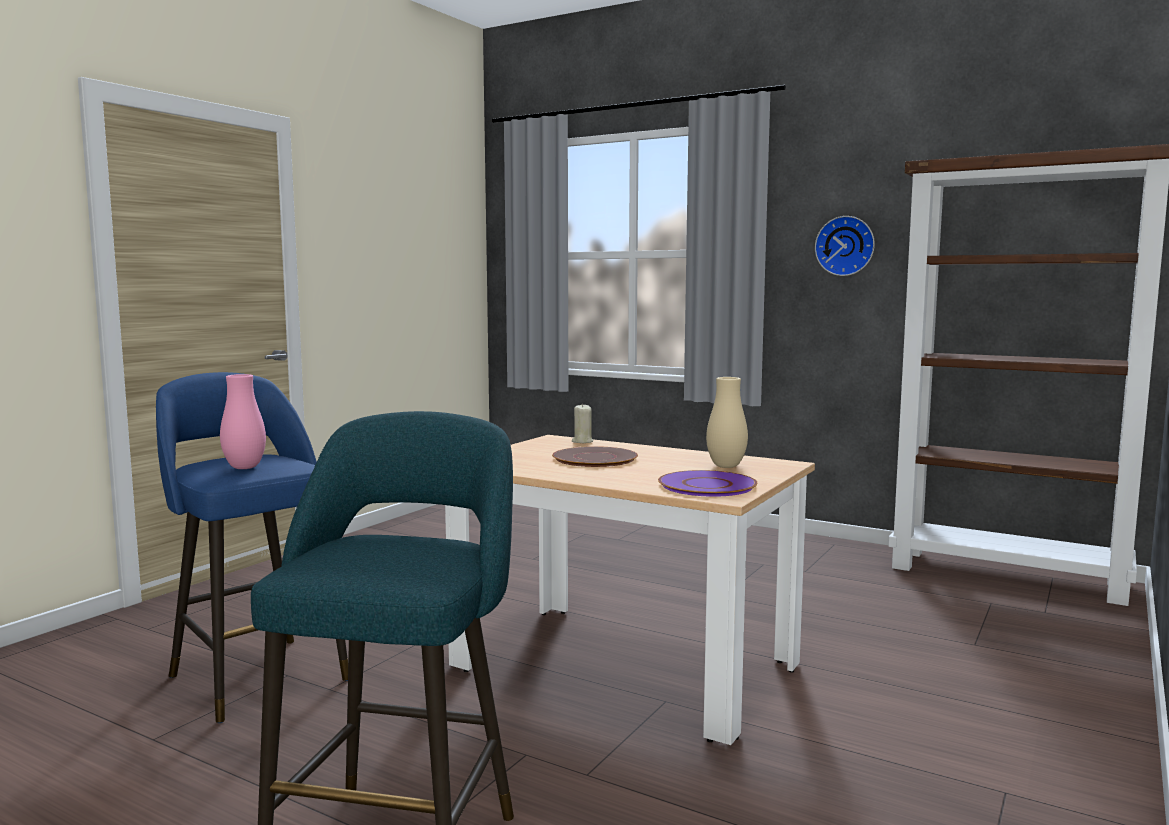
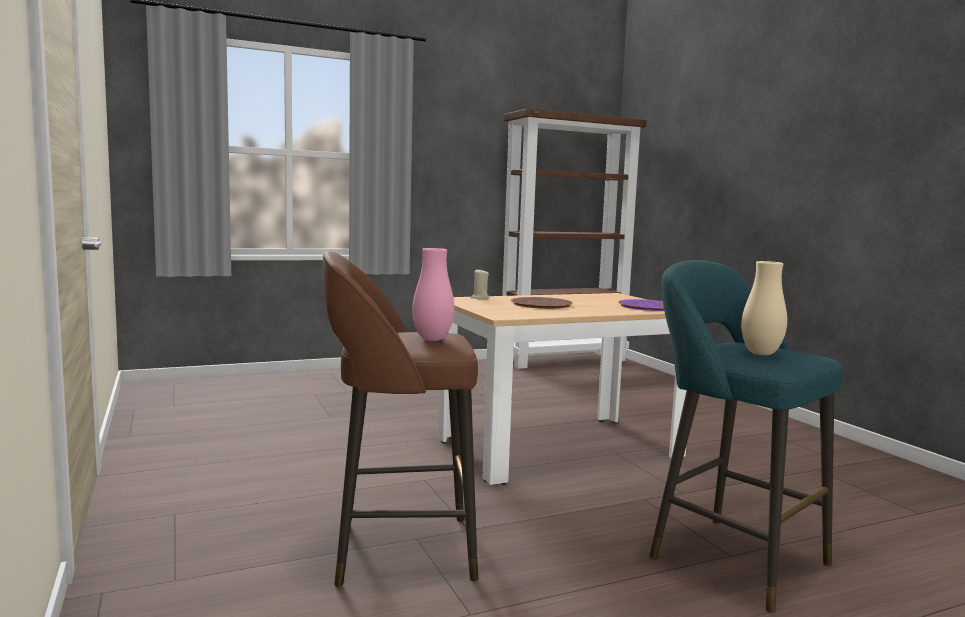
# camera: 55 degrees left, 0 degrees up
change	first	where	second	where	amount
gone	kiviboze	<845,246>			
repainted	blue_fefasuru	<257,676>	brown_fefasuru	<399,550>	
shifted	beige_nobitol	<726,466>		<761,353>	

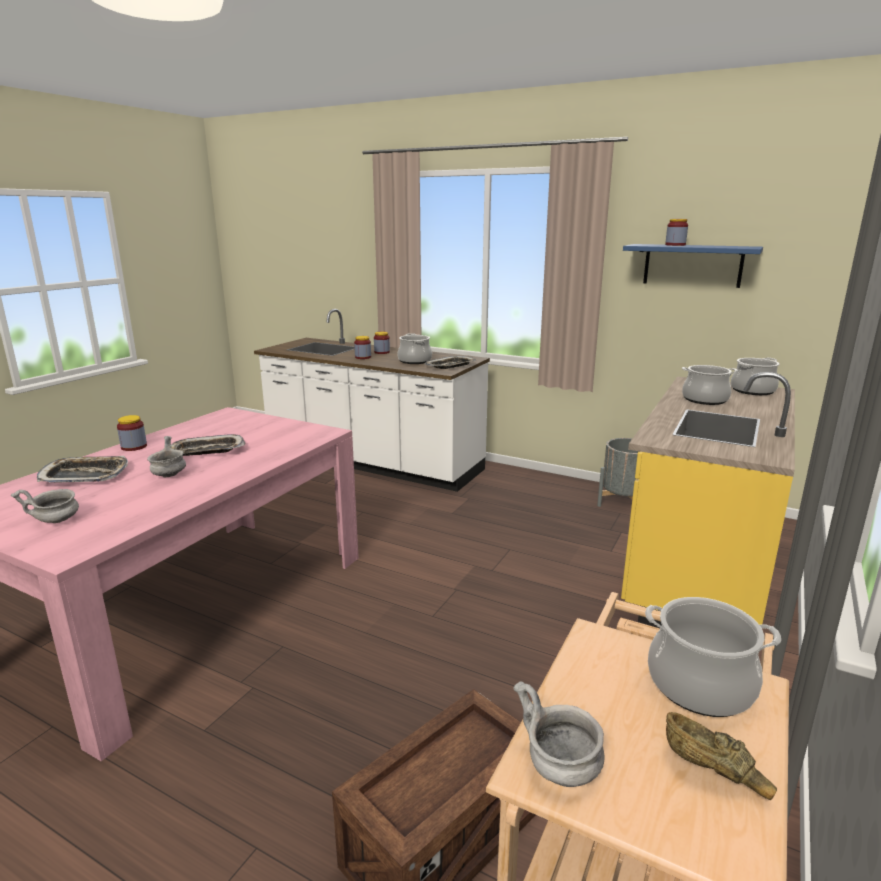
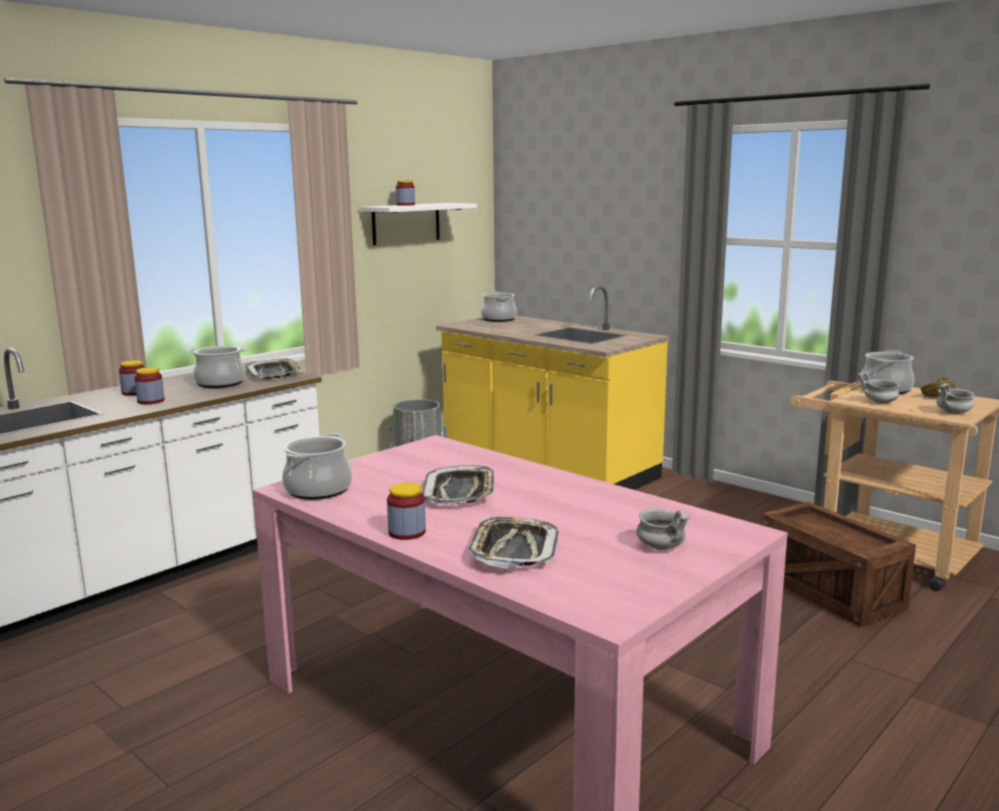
# camera: 75 degrees left, 5 degrees down
change	first	where	second	where	amount
repainted	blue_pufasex	<692,265>	white_pufasex	<406,223>	
shifted	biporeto	<704,400>		<318,490>	
shifted	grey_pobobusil	<168,474>		<879,402>	

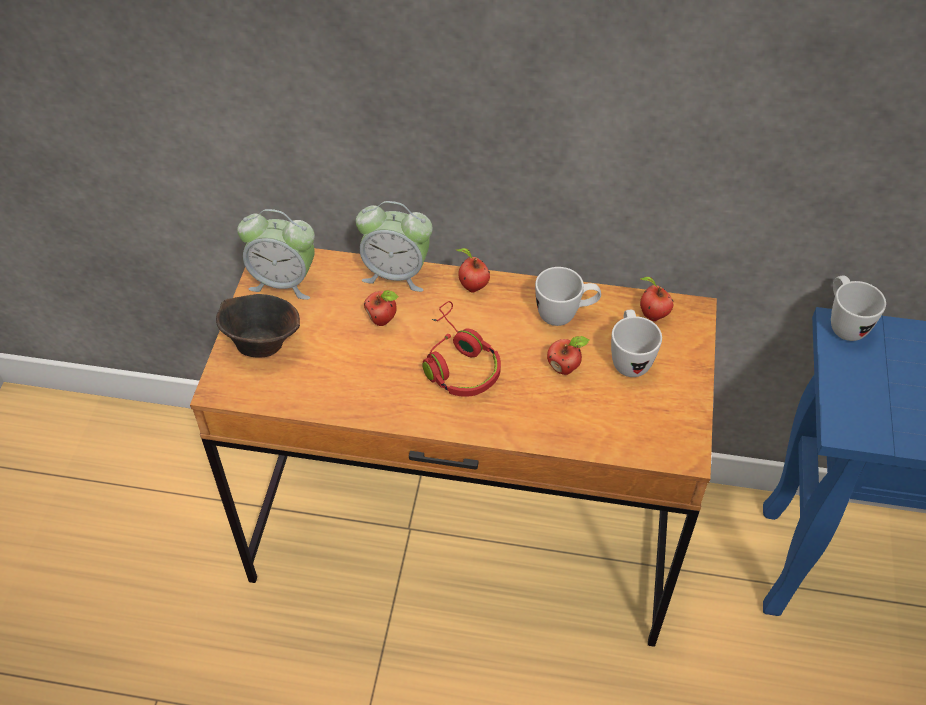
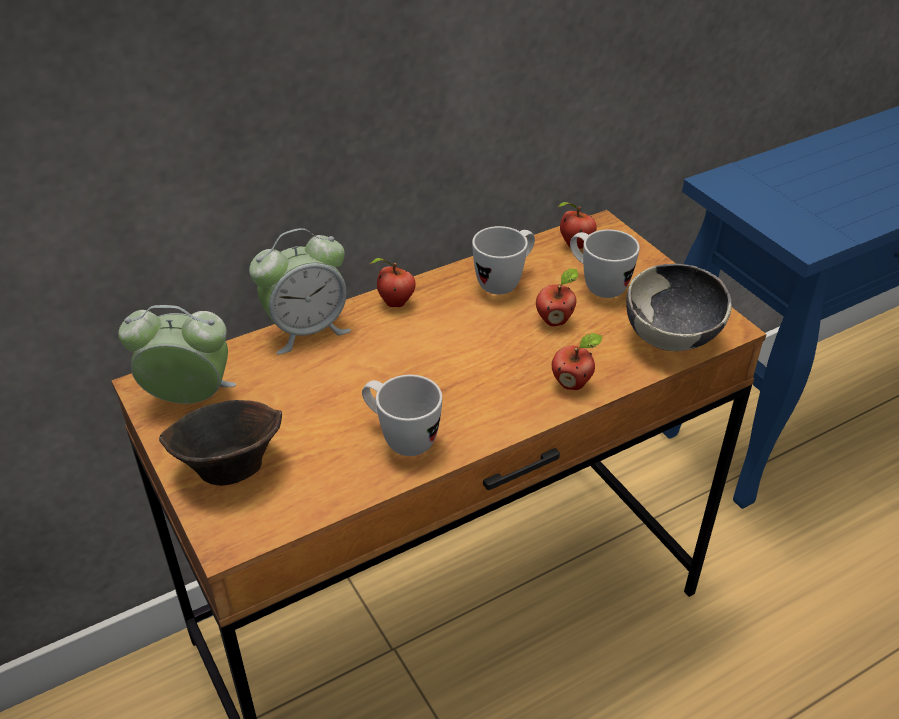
# camera: 40 degrees left, 10 degrees down
change	first	where	second	where	amount
rotated	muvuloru	<284,281>		<189,399>	150 degrees counterclockwise
shifted	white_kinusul	<843,323>		<400,438>	
shifted	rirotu	<383,320>		<573,383>	
gone	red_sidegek	<457,363>			
new			pobobusil	<672,338>	

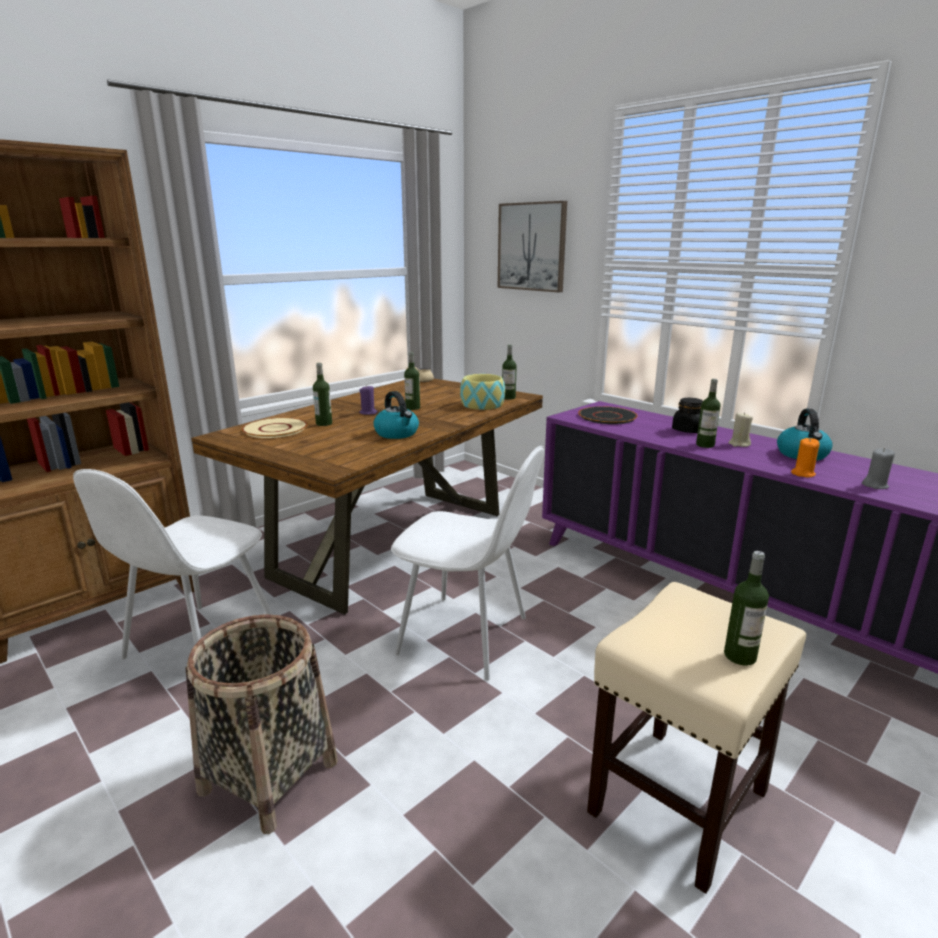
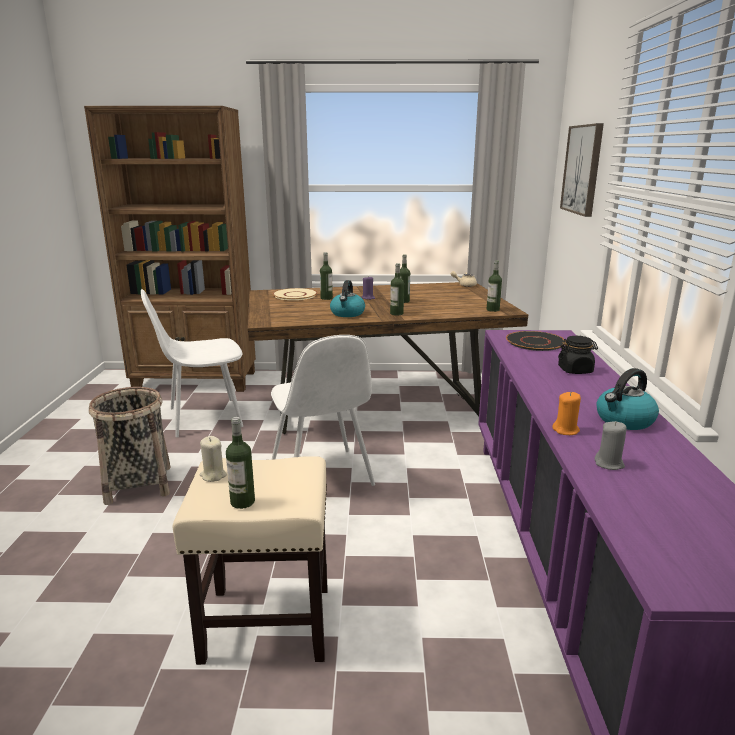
# camera: 45 degrees right, 0 degrees up
change	first	where	second	where	amount
gone	pobobusil	<482,404>			
shifted	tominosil	<705,445>		<396,313>	
shifted	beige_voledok	<739,444>		<213,475>	

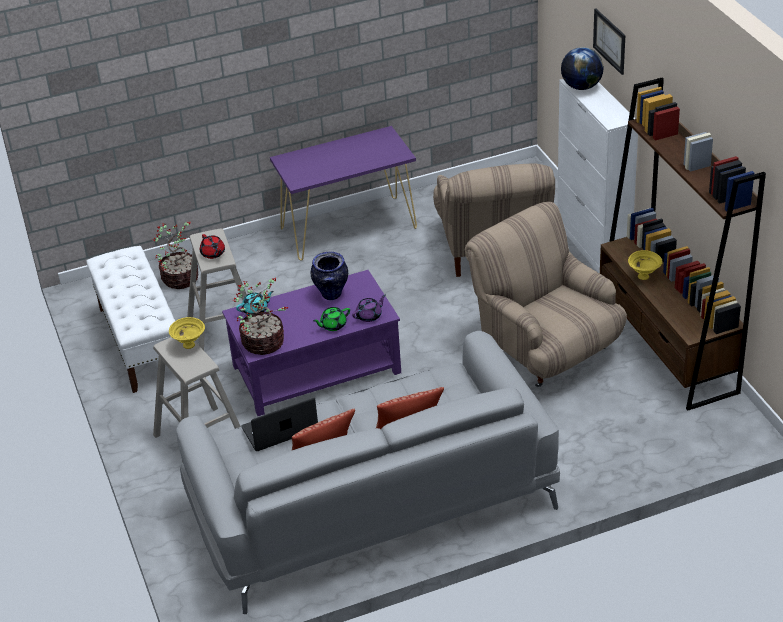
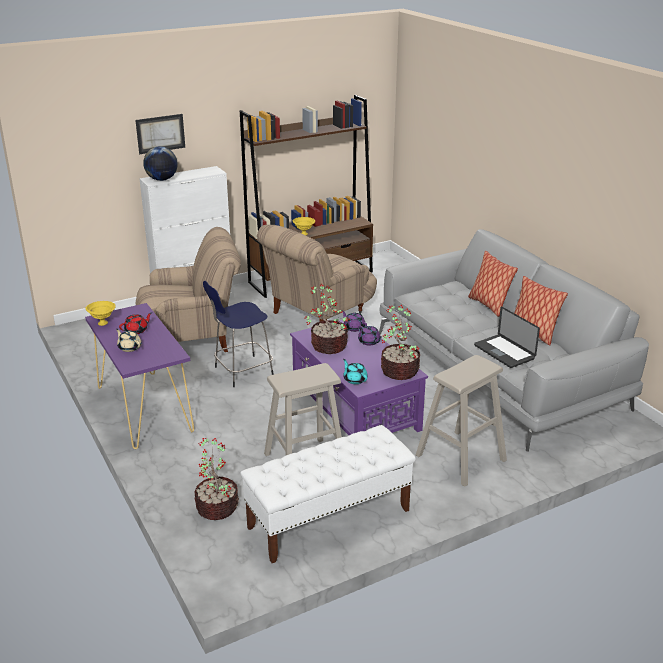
# camera: 100 degrees left, 10 degrees down
change	first	where	second	where	amount
shifted	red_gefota	<213,253>		<136,330>	
swapped	nobitol	<331,295>	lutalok	<328,346>	
repainted	green_gefota	<333,325>	purple_gefota	<369,342>	
shifted	yellow_pobobusil	<190,345>		<102,323>	
new			blue_fefasuru	<241,371>	
new			beige_gefota	<129,347>	

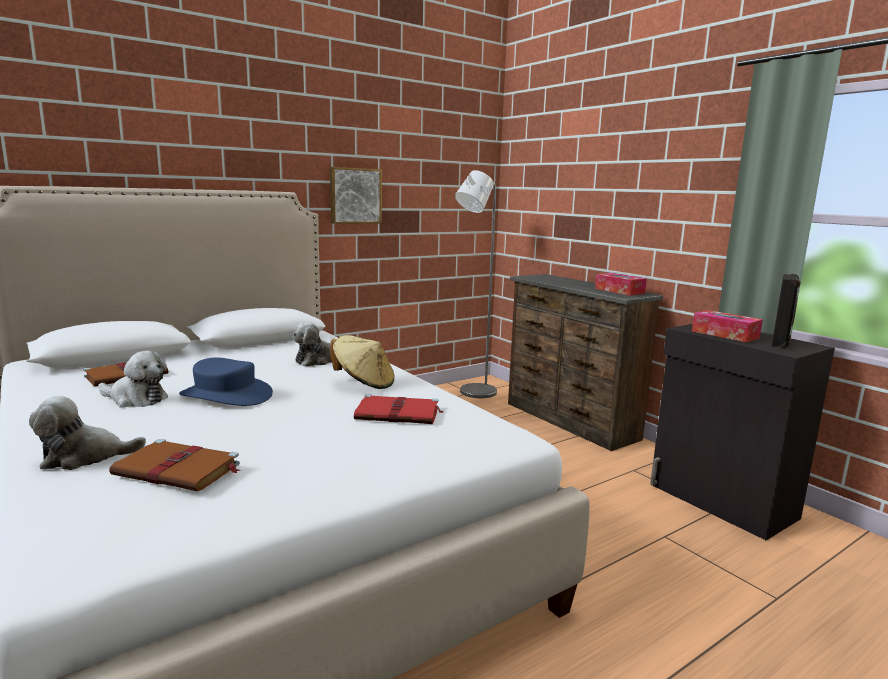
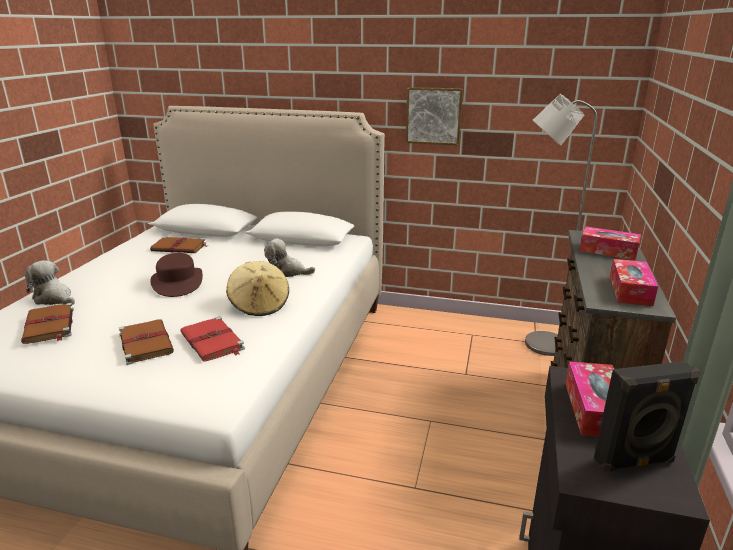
# camera: 50 degrees right, 10 degrees up
change	first	where	second	where	amount
gone	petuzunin	<135,399>			
repainted	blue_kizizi	<226,395>	brown_kizizi	<177,282>	
new			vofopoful	<608,251>	
new			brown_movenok	<145,343>	

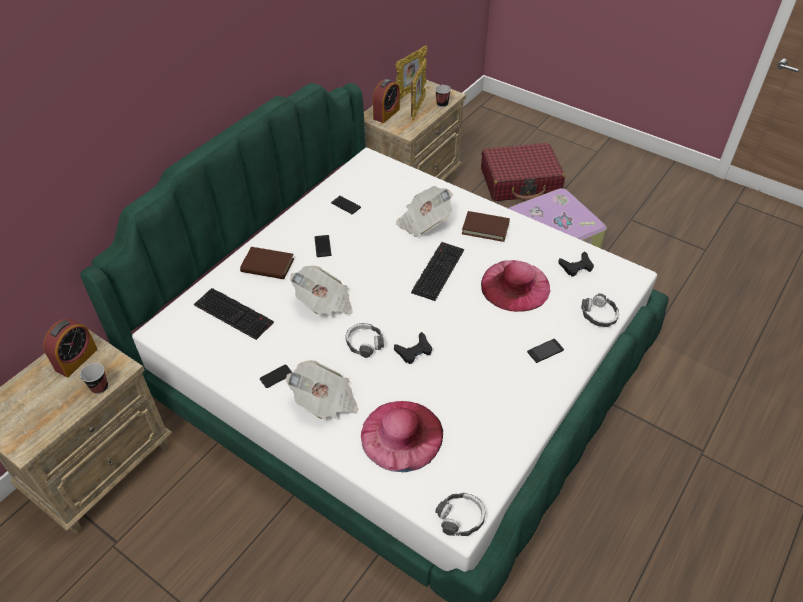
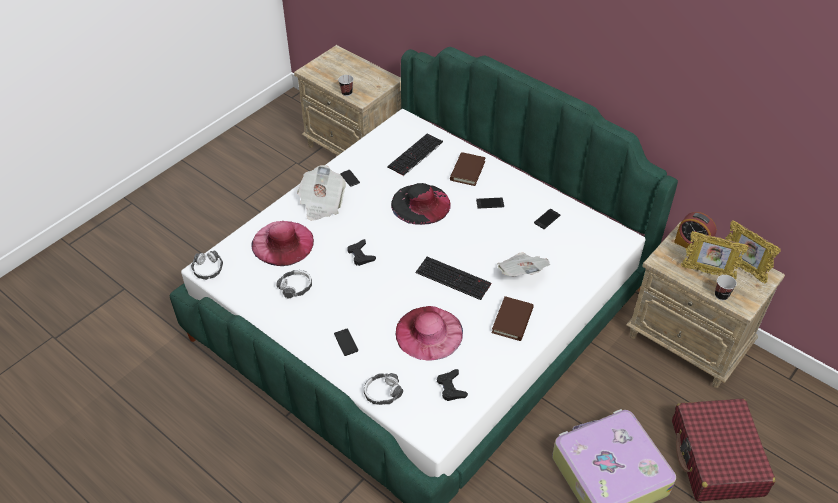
# camera: 95 degrees right, 0 degrees up
change	first	where	second	where	amount
swapped	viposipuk	<324,303>	black_kizizi	<420,204>	
gone	muvuloru	<76,359>			
shifted	sidegek	<364,343>		<295,287>	

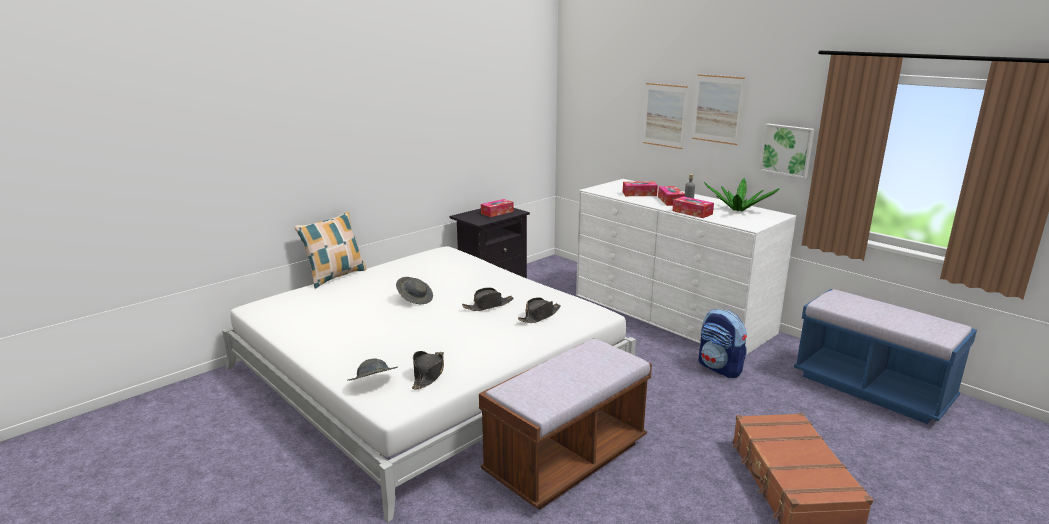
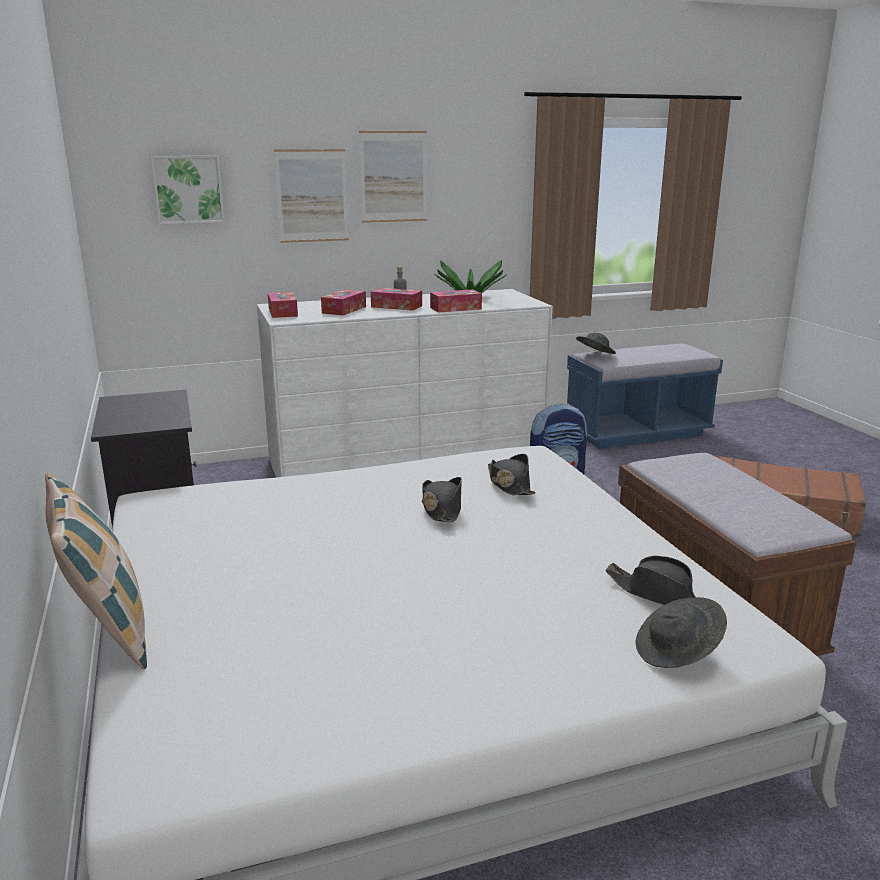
# camera: 65 degrees left, 0 degrees up
change	first	where	second	where	amount
shifted	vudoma	<787,150>		<188,189>	
shifted	vofopoful	<497,212>		<283,312>	
shifted	grey_kizizi	<415,299>		<594,355>	

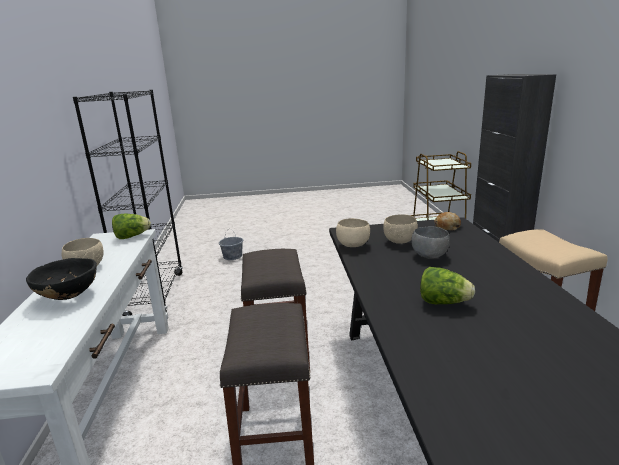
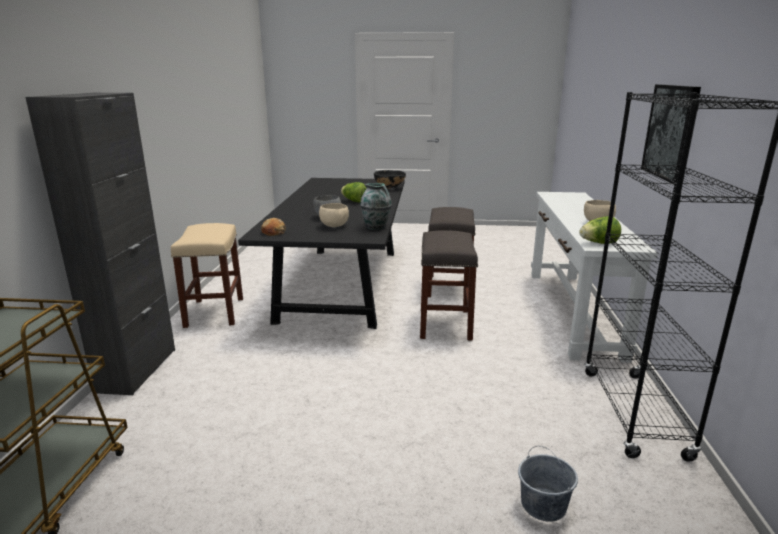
# camera: 170 degrees left, 0 degrees up
change	first	where	second	where	amount
swapped	beige_pobobusil	<352,245>	nobitol	<376,227>	
shifted	black_pobobusil	<69,296>		<389,188>	
new			vudoma	<671,132>	

